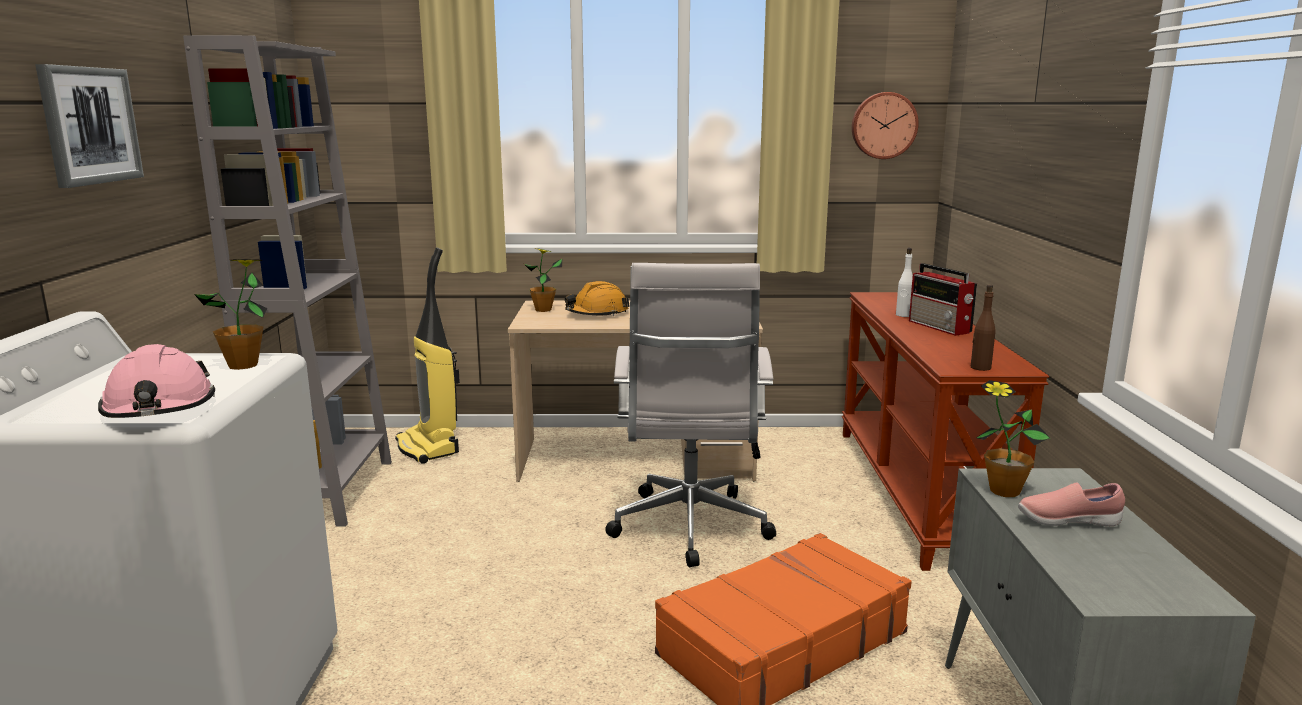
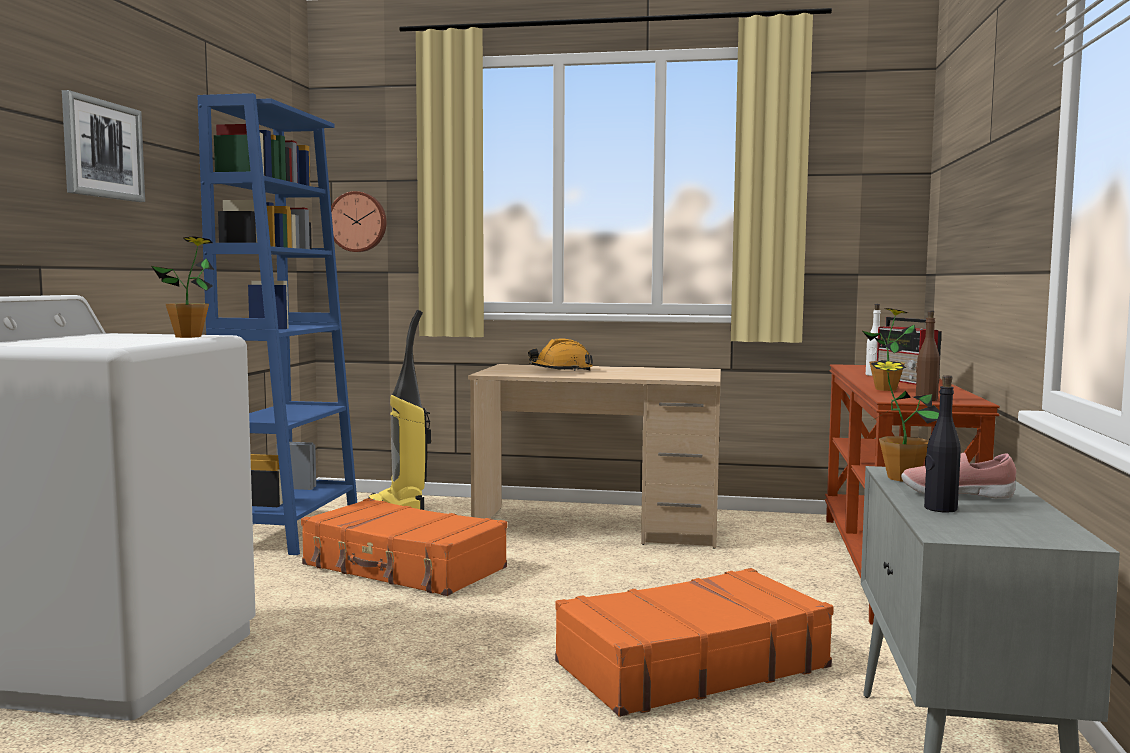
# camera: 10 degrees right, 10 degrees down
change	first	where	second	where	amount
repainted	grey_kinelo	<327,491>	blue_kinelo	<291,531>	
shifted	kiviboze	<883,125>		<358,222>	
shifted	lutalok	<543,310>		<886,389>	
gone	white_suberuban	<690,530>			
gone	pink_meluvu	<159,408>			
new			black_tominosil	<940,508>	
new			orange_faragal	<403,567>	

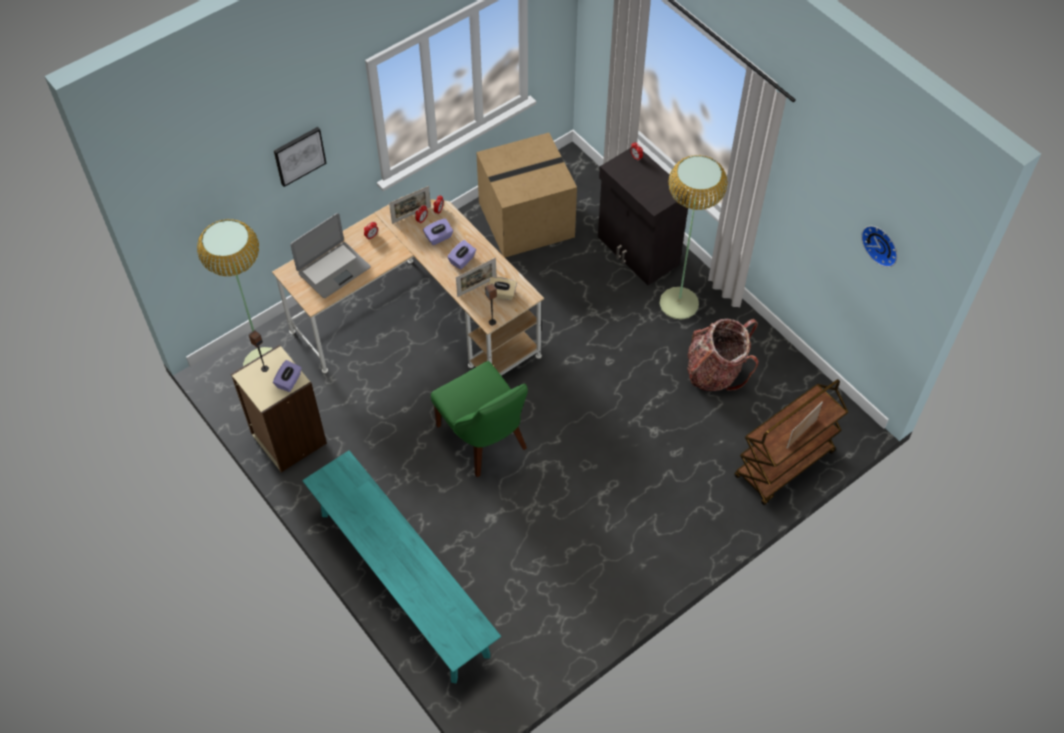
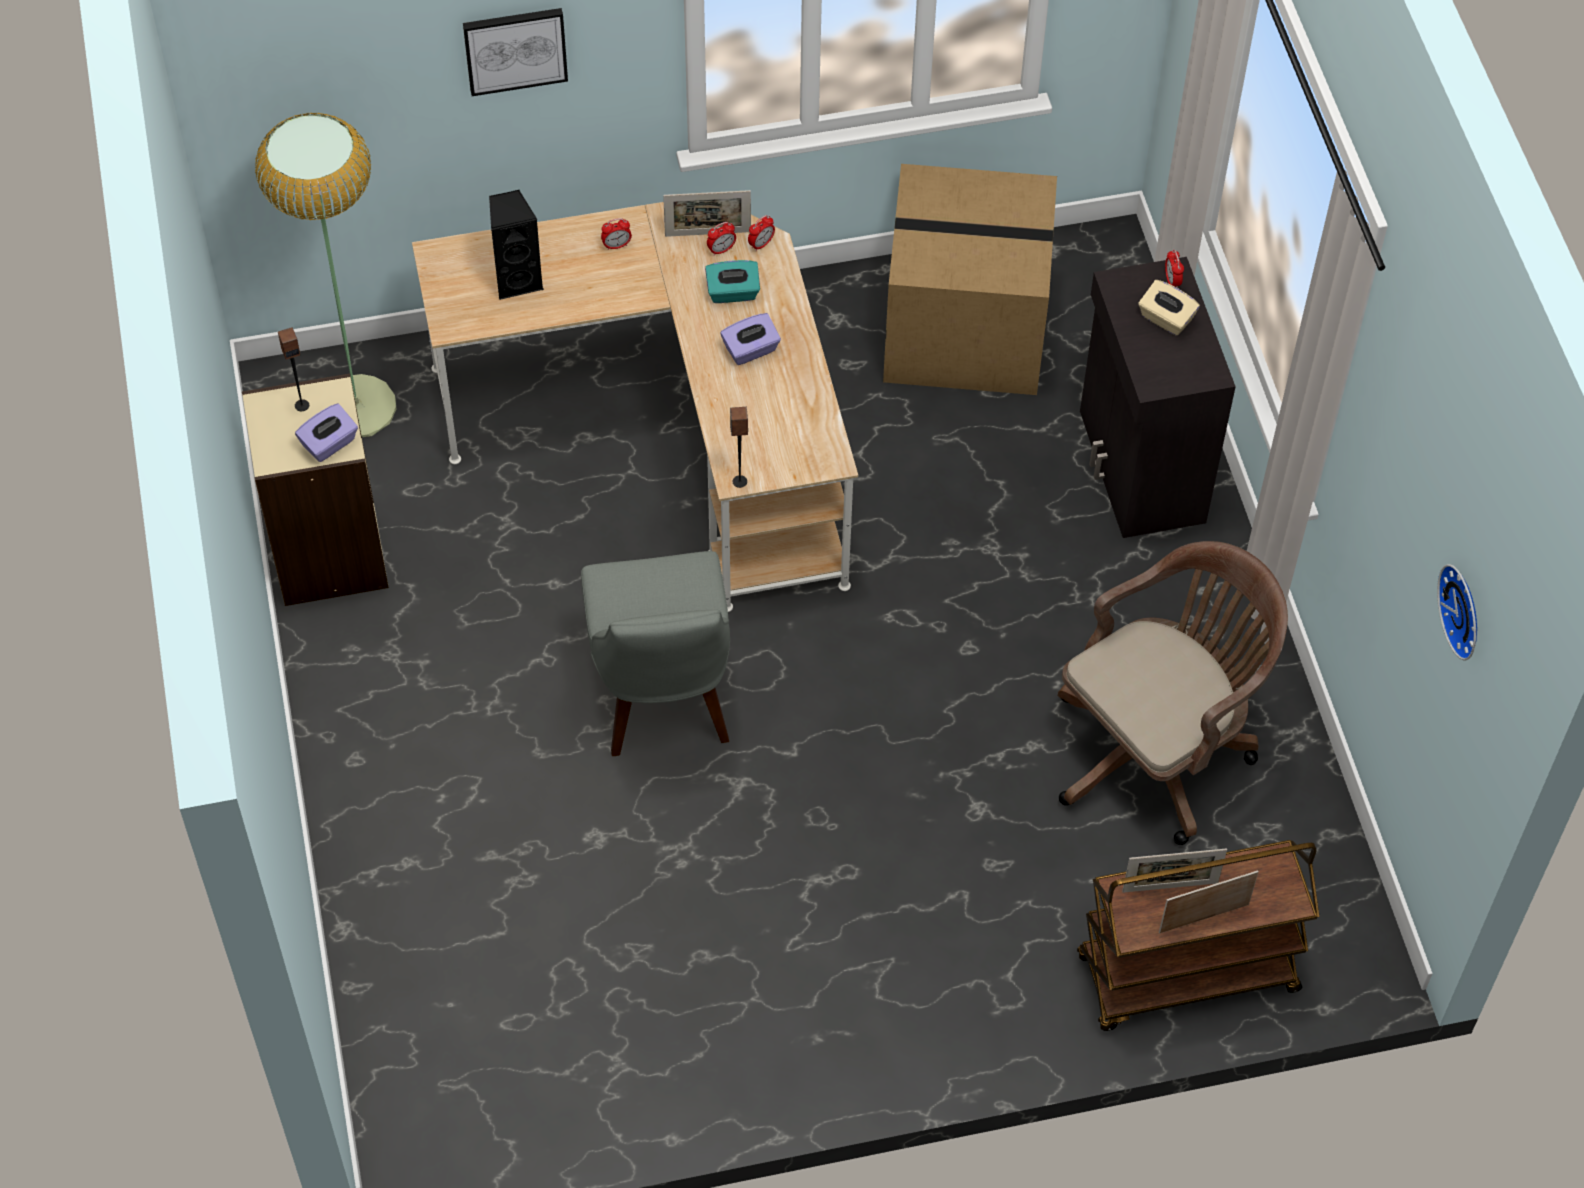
# camera: 25 degrees right, 0 degrees up
change	first	where	second	where	amount
gone	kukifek	<678,303>			
swapped	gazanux	<333,270>	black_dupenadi	<517,280>	
repainted	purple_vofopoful	<439,237>	turquoise_vofopoful	<733,293>	
shifted	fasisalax	<477,287>		<1170,887>	
shifted	beige_vofopoful	<502,294>		<1166,319>	
swapped	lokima	<715,371>	brown_suberuban	<1157,749>	
repainted	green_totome	<484,439>	grey_totome	<662,695>	
gone	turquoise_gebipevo	<403,583>			

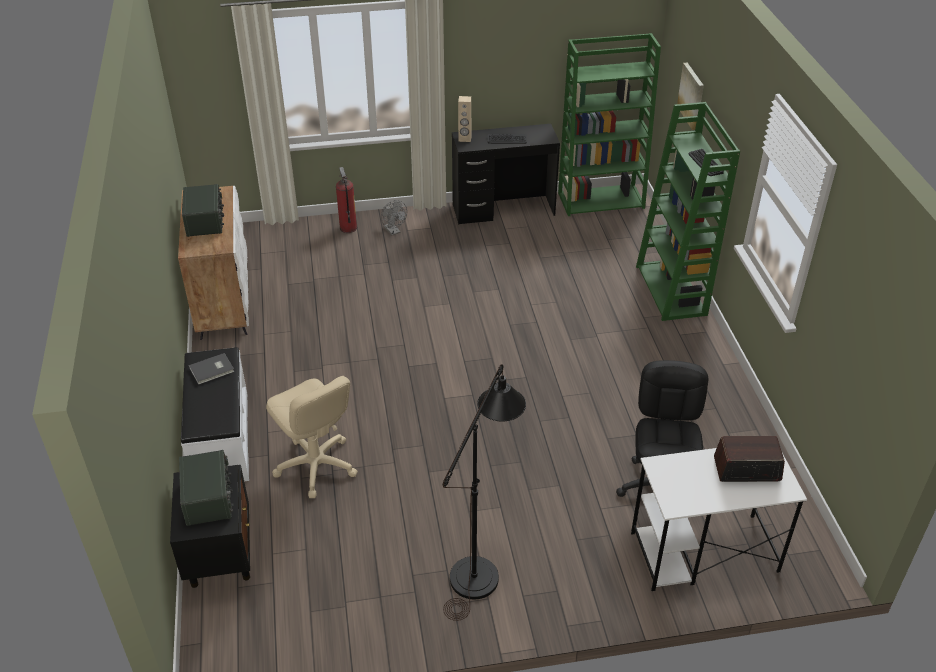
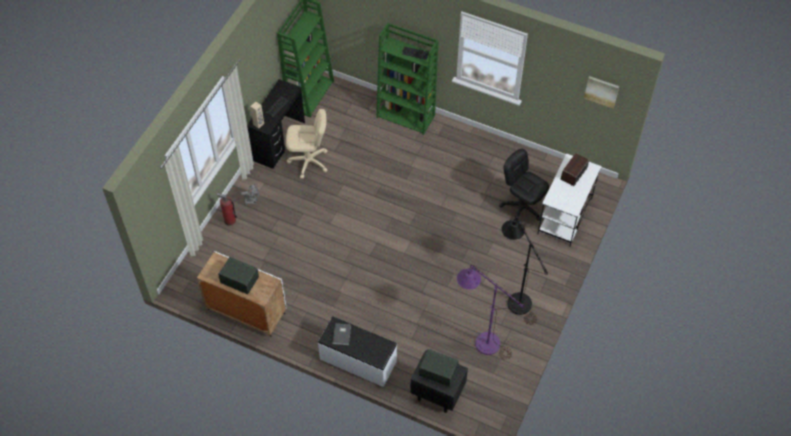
# camera: 55 degrees left, 15 degrees up
change	first	where	second	where	amount
shifted	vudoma	<692,96>		<601,91>	
shifted	beige_suberuban	<316,466>		<309,162>	
new			purple_kukifek	<481,340>	

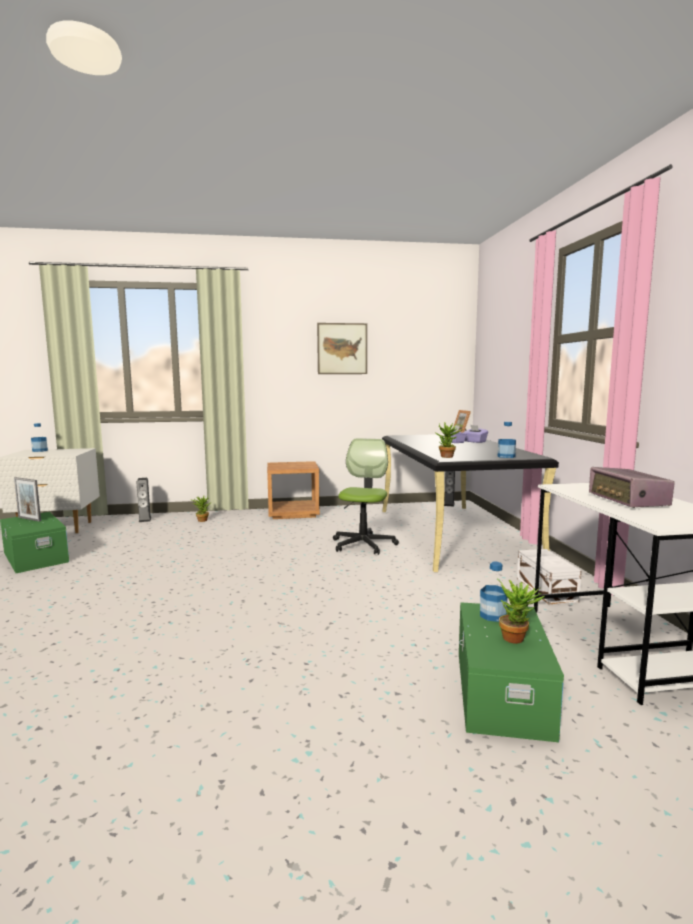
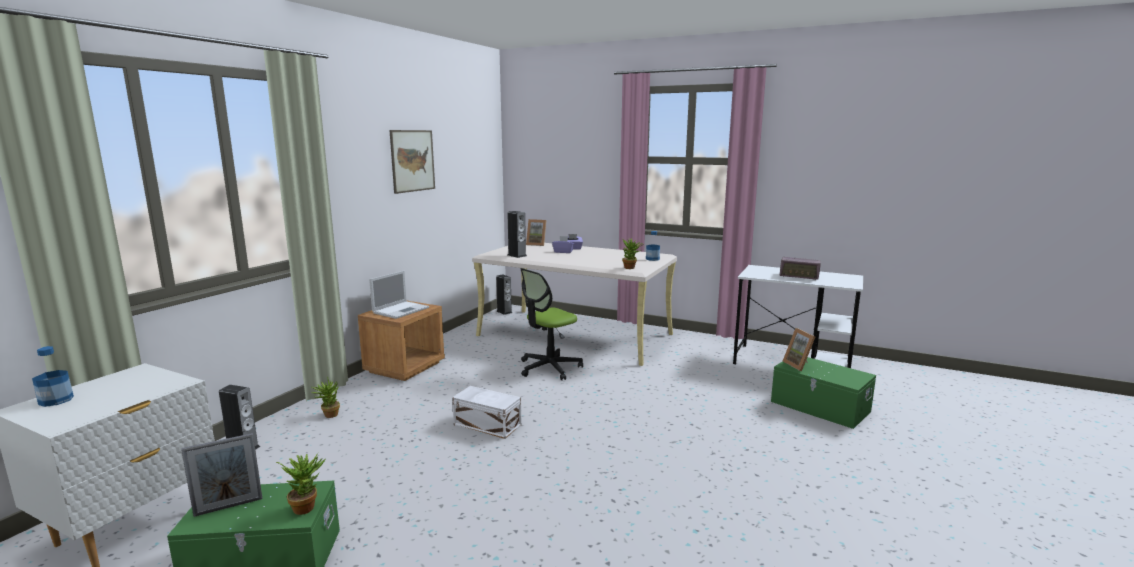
# camera: 55 degrees left, 5 degrees up
change	first	where	second	where	amount
repainted	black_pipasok	<452,534>	beige_pipasok	<575,335>	
rotated	suberuban	<363,544>		<549,368>	90 degrees counterclockwise
shifted	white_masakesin	<546,589>		<487,424>	
swapped	tominosil	<492,615>	fasisalax	<799,365>	
shifted	lutalok	<517,638>		<307,506>	
new			dupenadi	<517,255>	
new			gazanux	<401,310>	

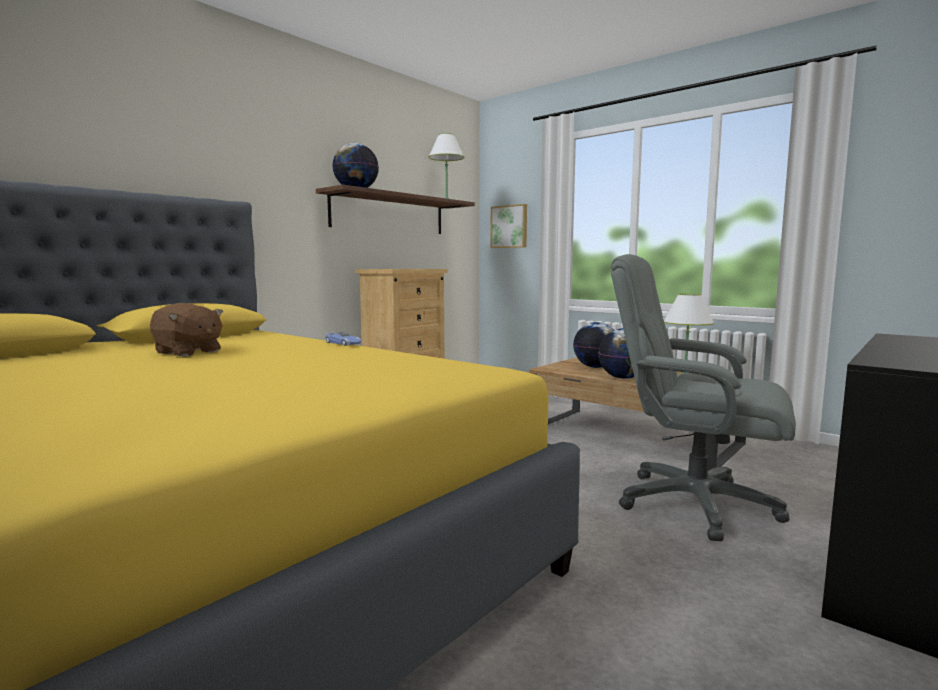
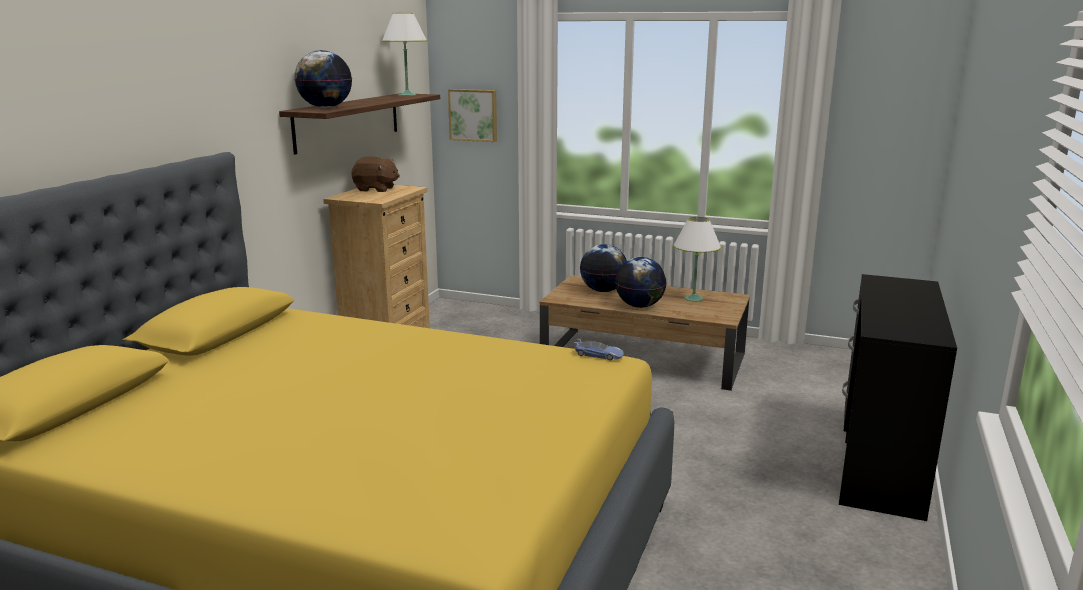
# camera: 20 degrees left, 10 degrees up
change	first	where	second	where	amount
gone	grey_suberuban	<693,503>			
shifted	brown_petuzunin	<188,352>		<376,189>	
shifted	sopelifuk	<343,343>		<598,355>	

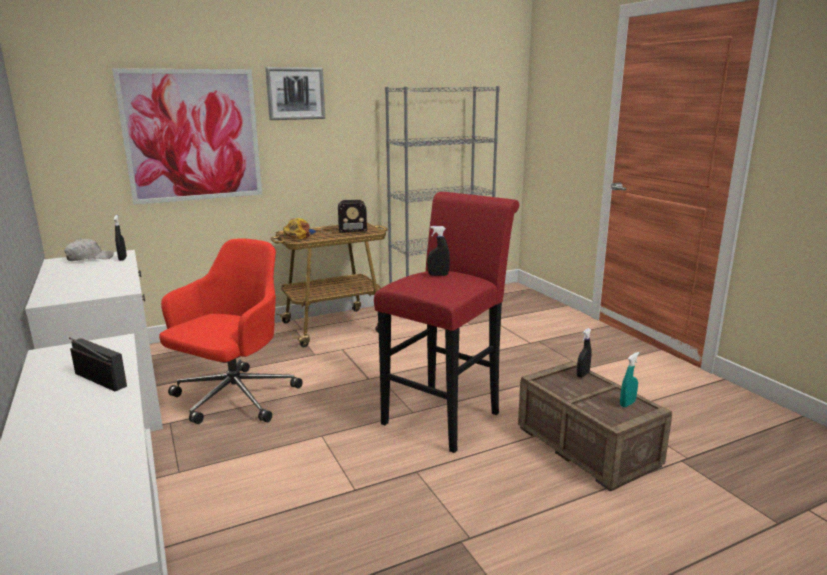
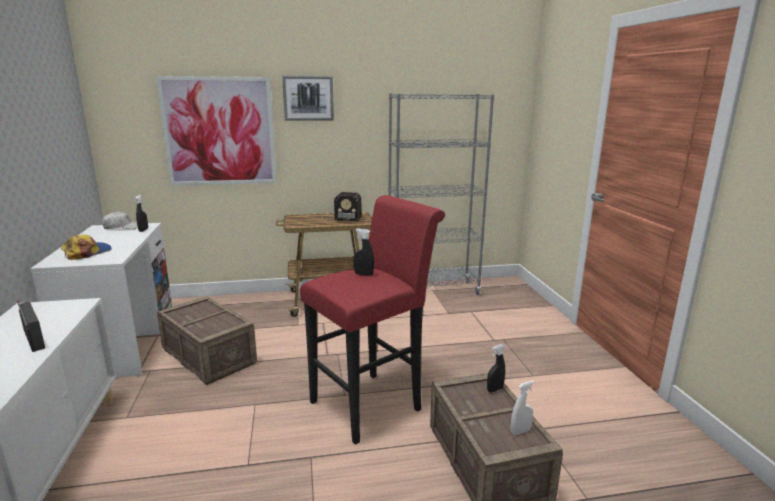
# camera: 15 degrees right, 0 degrees up
change	first	where	second	where	amount
shifted	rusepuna	<299,235>		<87,252>	
swapped	red_suberuban	<233,398>	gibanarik	<209,356>	
repainted	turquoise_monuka	<627,404>	white_monuka	<520,431>	

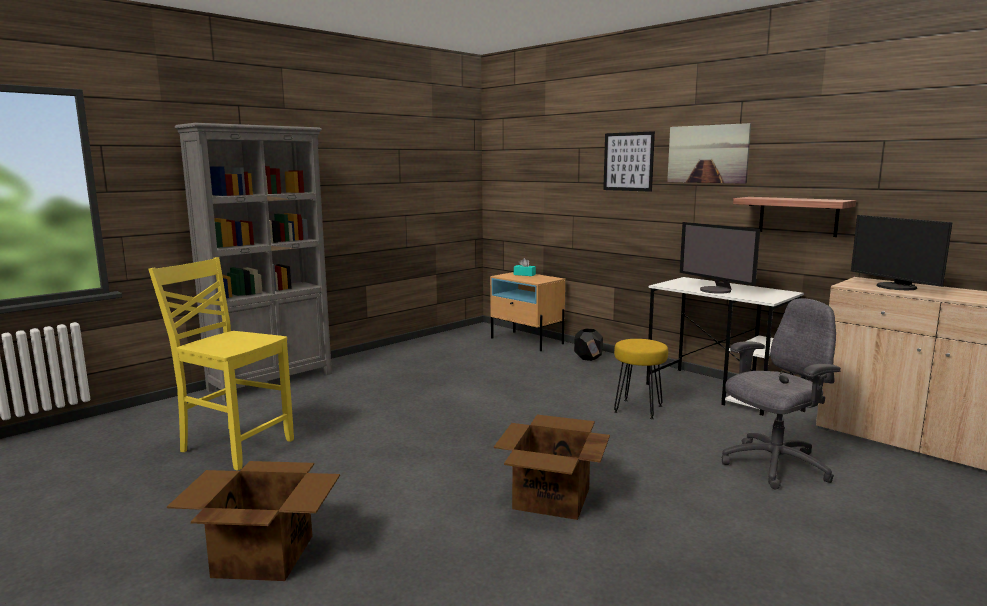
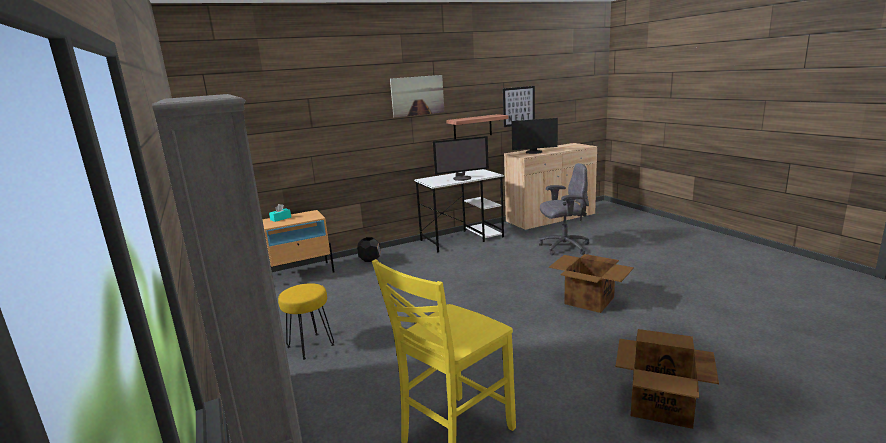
# camera: 70 degrees left, 5 degrees up
change	first	where	second	where	amount
shifted	vudoma	<628,161>		<518,106>	
rotated	grey_suberuban	<773,466>		<563,247>	90 degrees clockwise
shifted	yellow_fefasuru	<637,409>		<310,346>	

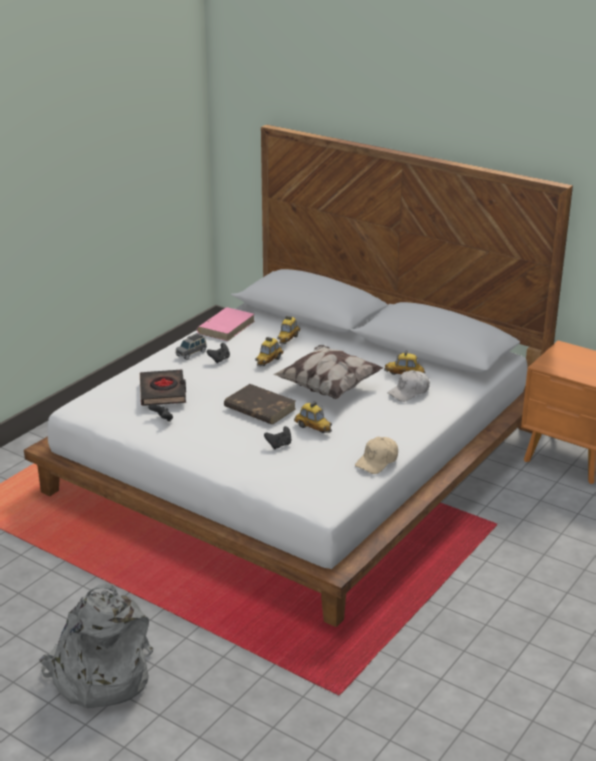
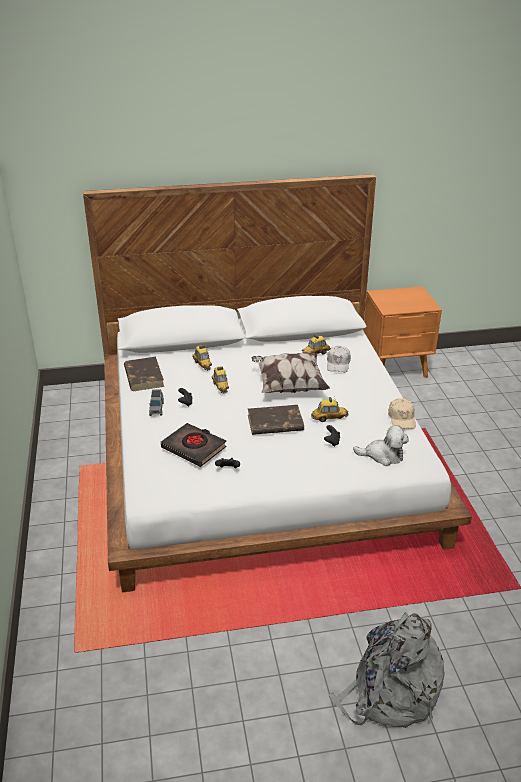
# camera: 45 degrees left, 5 degrees up
change	first	where	second	where	amount
repainted	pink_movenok	<226,327>	brown_movenok	<143,376>	
new			petuzunin	<383,456>	

